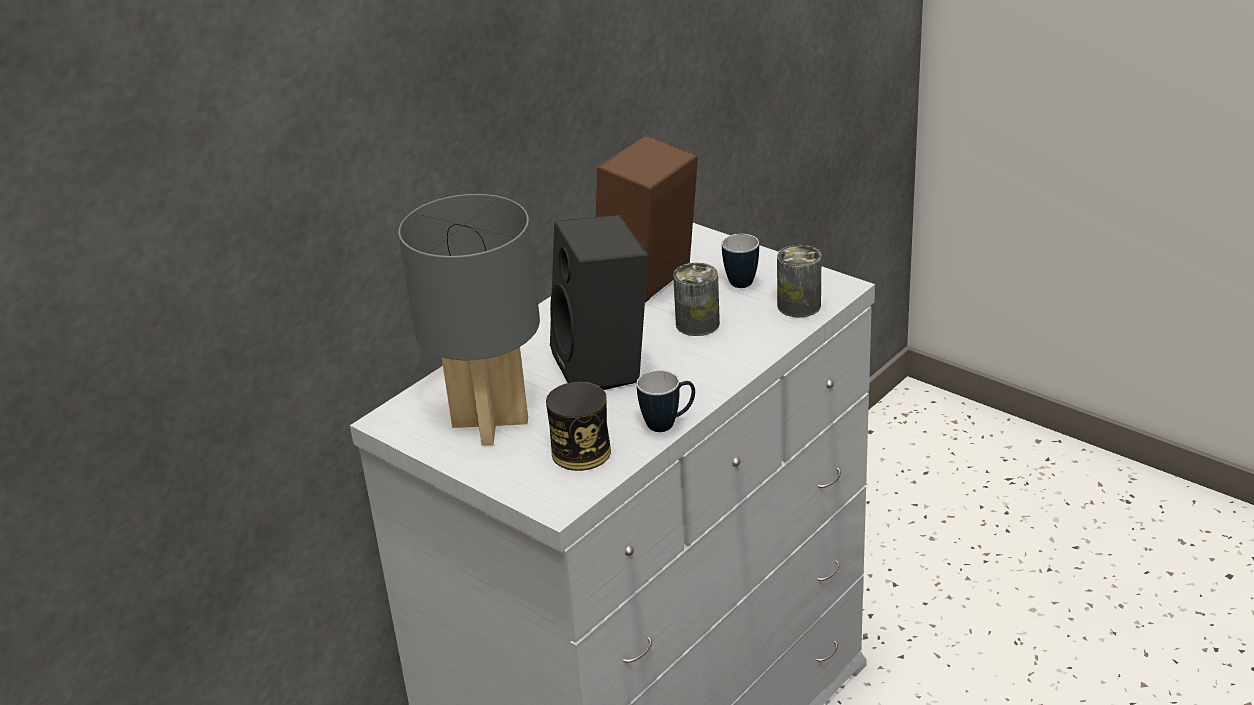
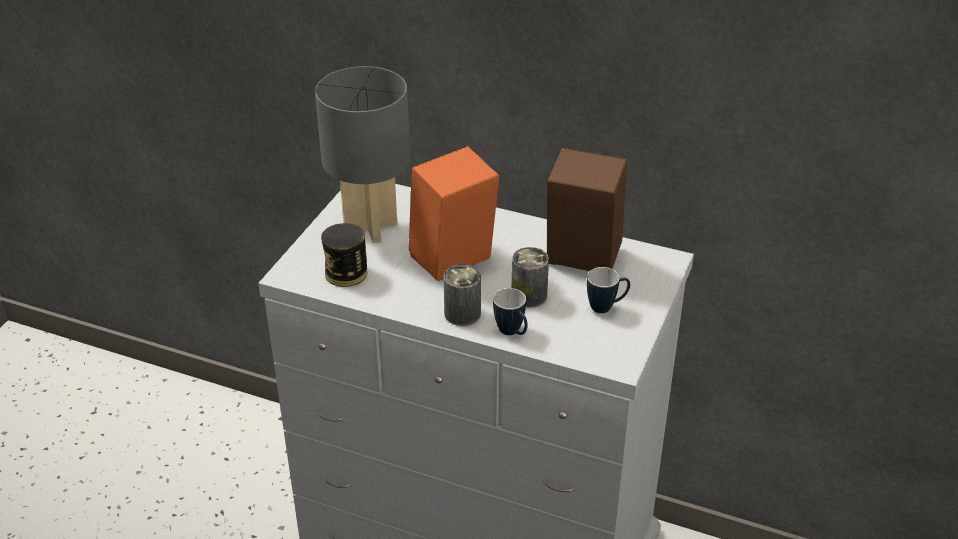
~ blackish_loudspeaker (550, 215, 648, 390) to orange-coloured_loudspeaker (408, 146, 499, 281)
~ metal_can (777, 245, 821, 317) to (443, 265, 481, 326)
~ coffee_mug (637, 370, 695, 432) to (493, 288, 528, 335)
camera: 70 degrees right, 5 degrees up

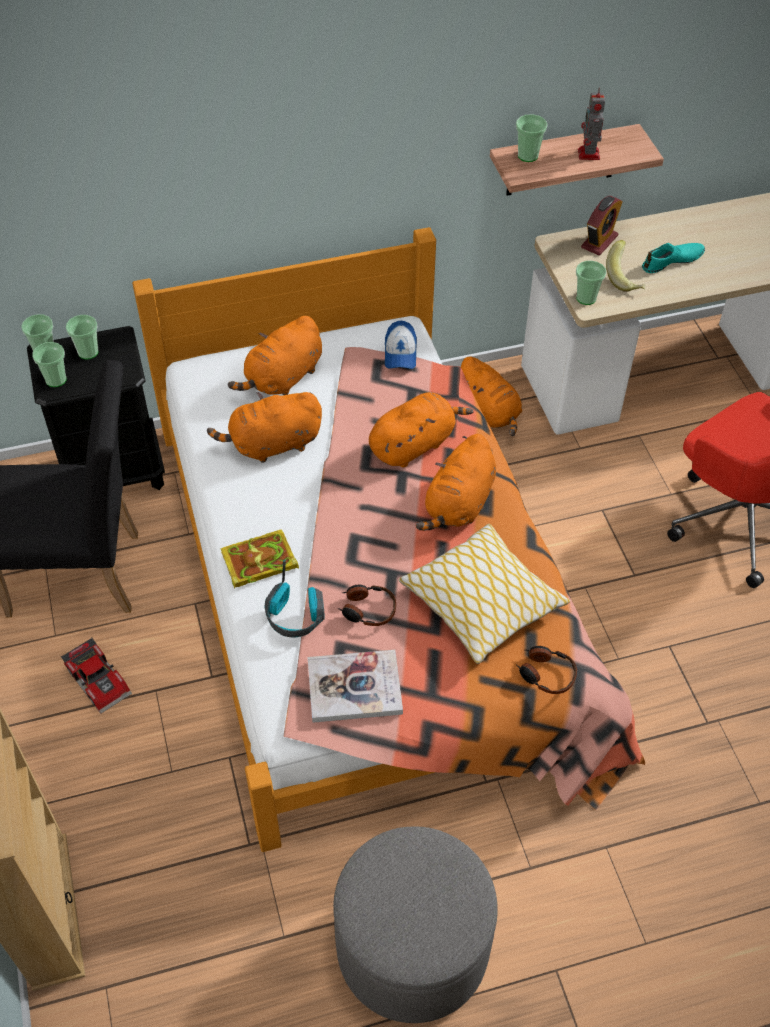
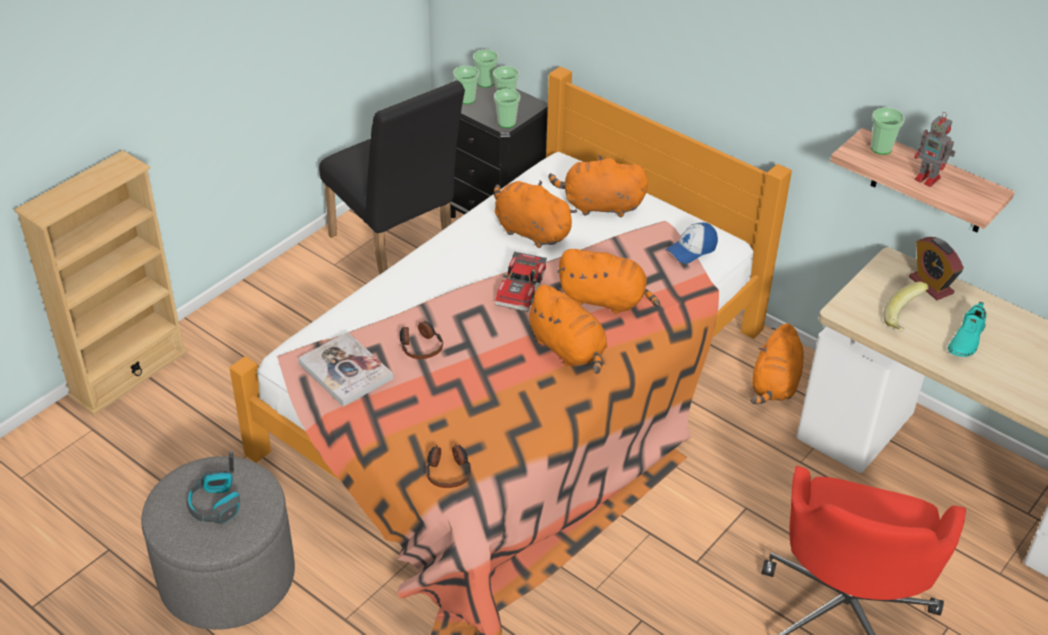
~ headset (265, 560, 325, 638) to (187, 451, 240, 524)
~ small_cup (576, 261, 606, 305) to (494, 89, 520, 128)
~ toy_car (61, 637, 132, 714) to (494, 251, 547, 312)
~ orange-coloured_cuddly_toy (416, 434, 496, 531) = (525, 285, 607, 374) 120 degrees counterclockwise
~ table_clock (581, 196, 622, 256) = (909, 237, 964, 300) 60 degrees clockwise
~ model_robot (578, 88, 605, 160) = (914, 112, 955, 187) 105 degrees counterclockwise
~ turquoise-coloured_low_shoe (642, 243, 705, 273) = (948, 302, 986, 357) 90 degrees clockwise
- book (221, 529, 299, 588)
- throw_pillow (399, 524, 570, 664)
camera: 55 degrees right, 10 degrees down

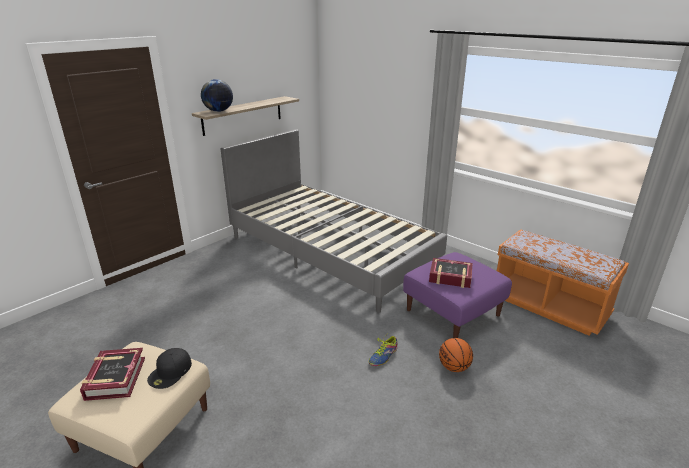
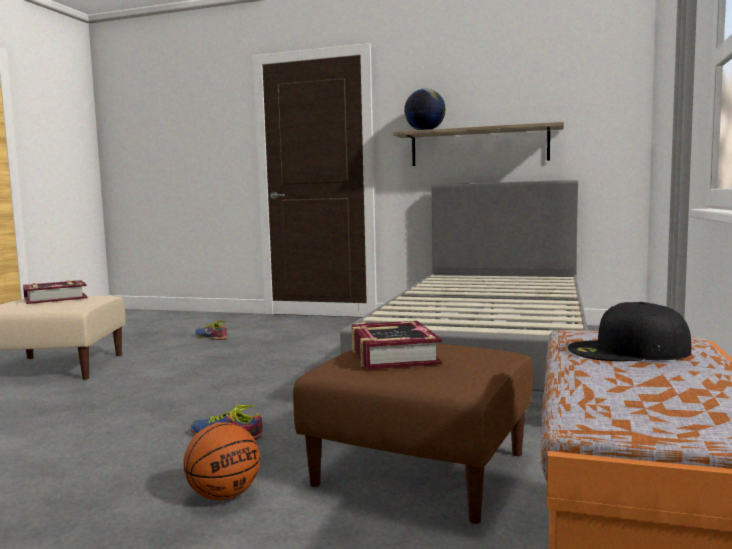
+ low_shoe (195, 321, 227, 340)
~ purple-coloured_ottoman (403, 252, 512, 338) to brownish_ottoman (293, 344, 533, 524)
~ blackish_cap (147, 348, 192, 389) to (568, 302, 691, 361)
camera: 65 degrees right, 20 degrees down

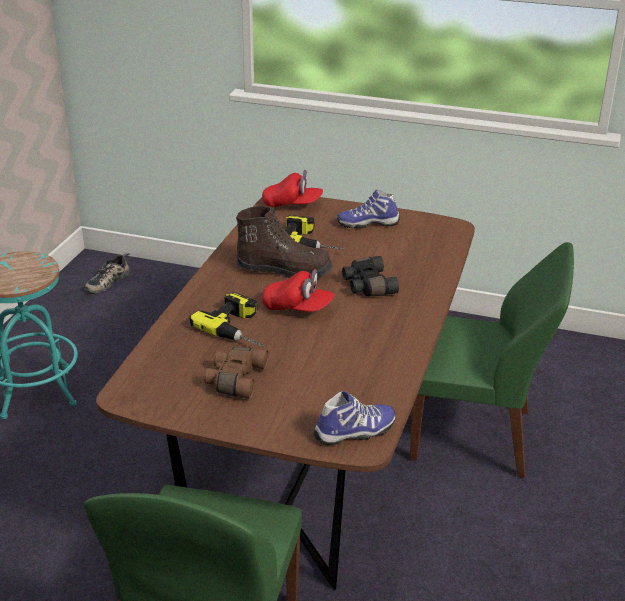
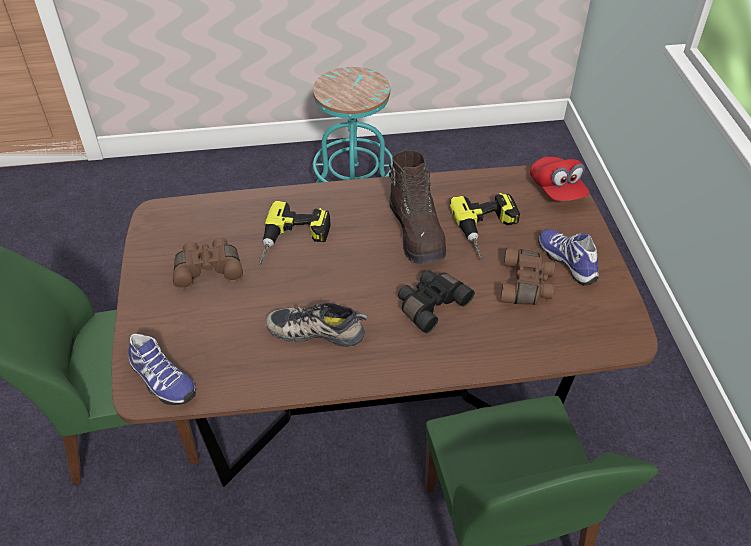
~ low_shoe (85, 253, 131, 294) to (265, 303, 368, 347)
+ brownish_field_glasses (500, 247, 555, 305)
- reddish_cap (262, 269, 334, 312)
camera: 65 degrees right, 15 degrees up

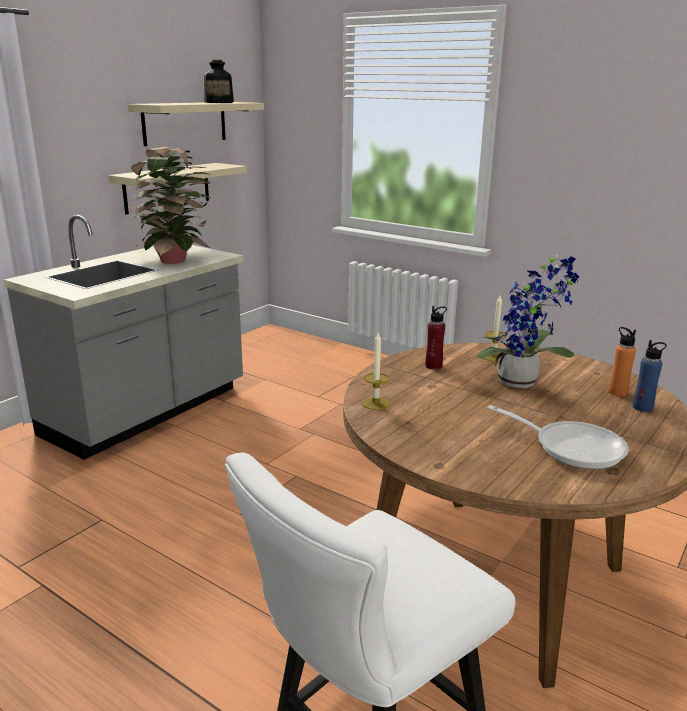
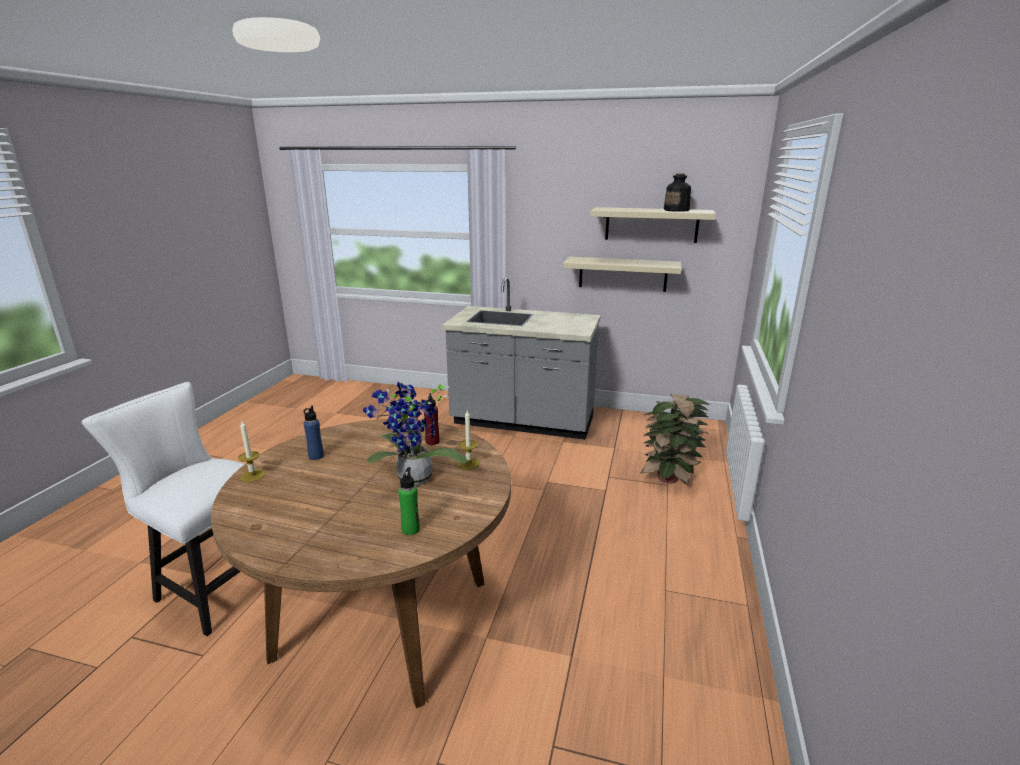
~ wax_candle (362, 331, 390, 410) to (238, 421, 265, 482)
~ blue-coloured_bottle (633, 340, 667, 412) to (303, 406, 324, 460)
~ orange-coloured_bottle (609, 327, 636, 397) to green_bottle (398, 467, 420, 535)
~ houseplant (131, 147, 212, 264) to (641, 394, 710, 485)
- frying_pan (488, 405, 629, 469)
camera: 70 degrees right, 0 degrees up

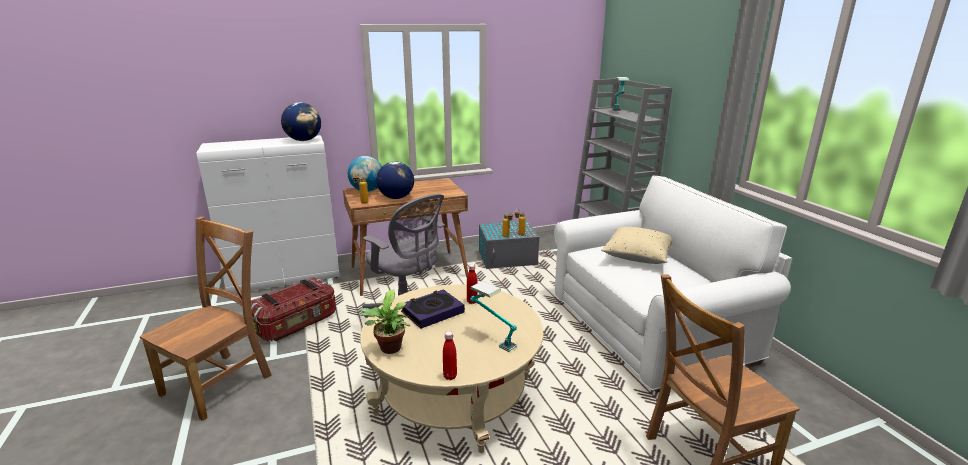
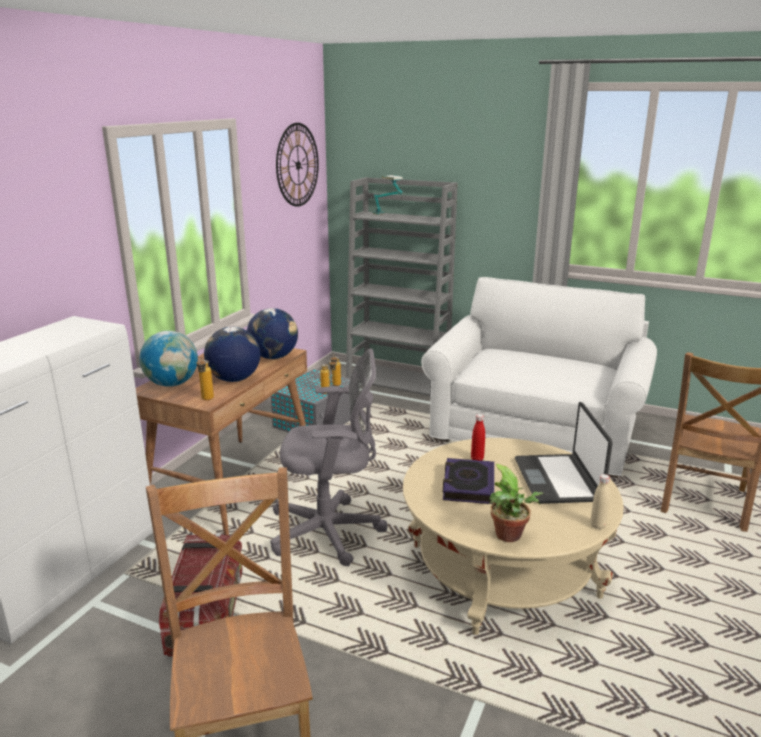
~ globe (281, 102, 321, 141) to (247, 308, 298, 359)
+ hanging_clock (276, 123, 319, 207)
~ lamp_for_a_table (470, 281, 517, 352) to portable_computer (515, 402, 613, 504)
~ reddish_bottle (443, 331, 457, 380) to sand-coloured_bottle (590, 474, 610, 529)
- sand-coloured_throw_pillow (601, 227, 672, 264)
camera: 45 degrees left, 0 degrees up

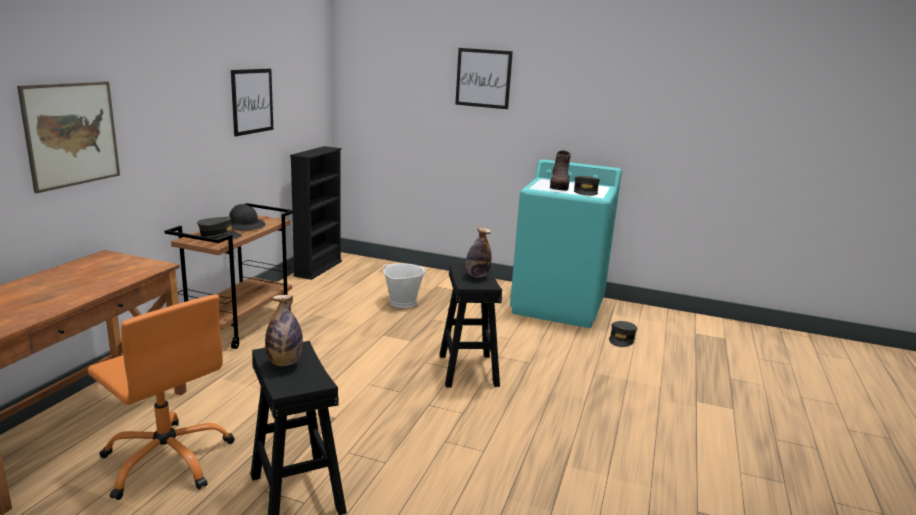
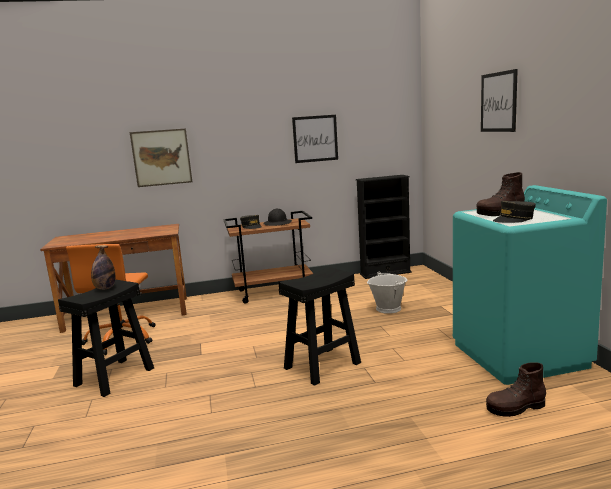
~ greyish_cap (609, 321, 637, 347) to brownish_boot (486, 362, 546, 417)
- bottle (466, 227, 492, 278)
camera: 60 degrees right, 5 degrees down

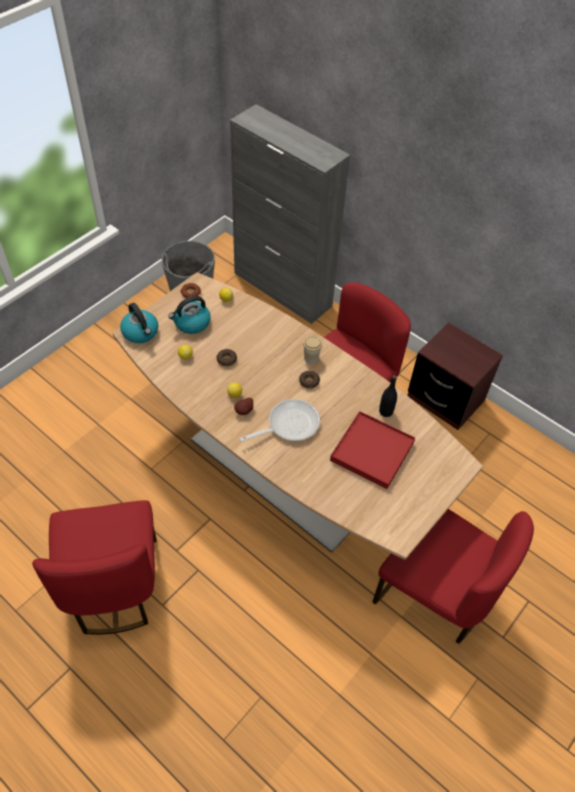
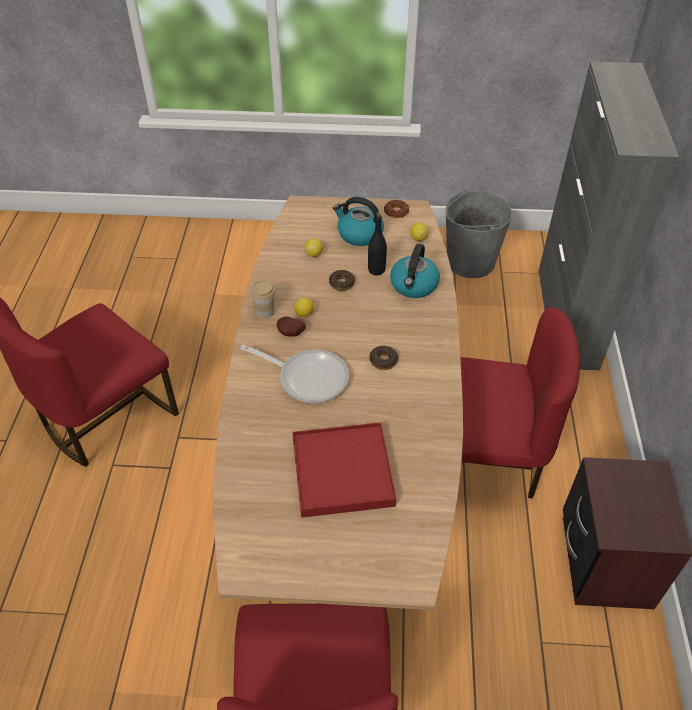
~ small_cup (303, 336, 322, 364) to (250, 280, 276, 318)
~ blackish_bottle (379, 375, 397, 417) to (368, 214, 387, 275)
~ water_kettle (120, 303, 158, 343) to (390, 244, 440, 298)
camera: 55 degrees right, 5 degrees down

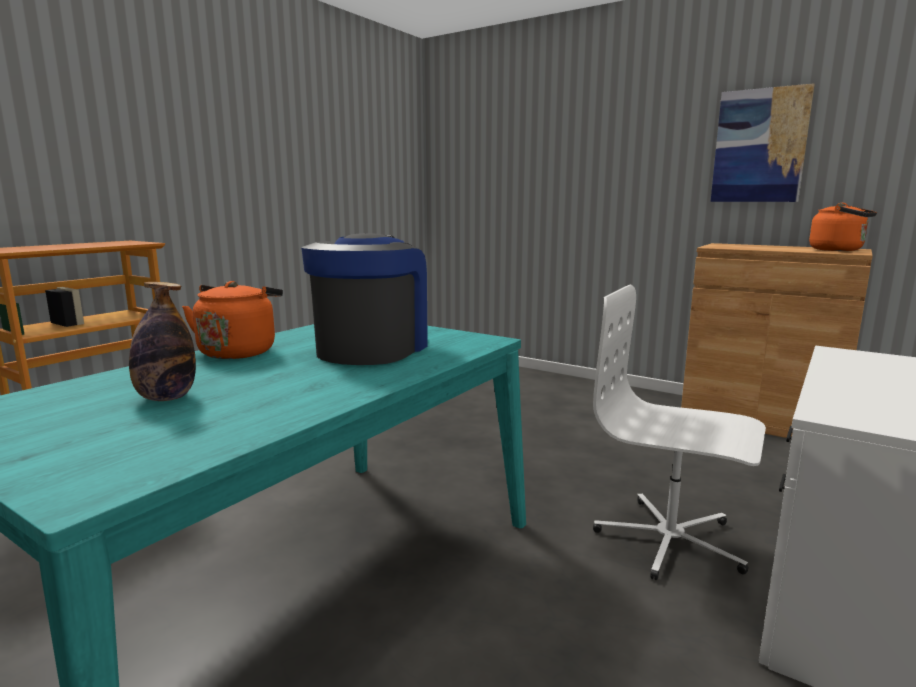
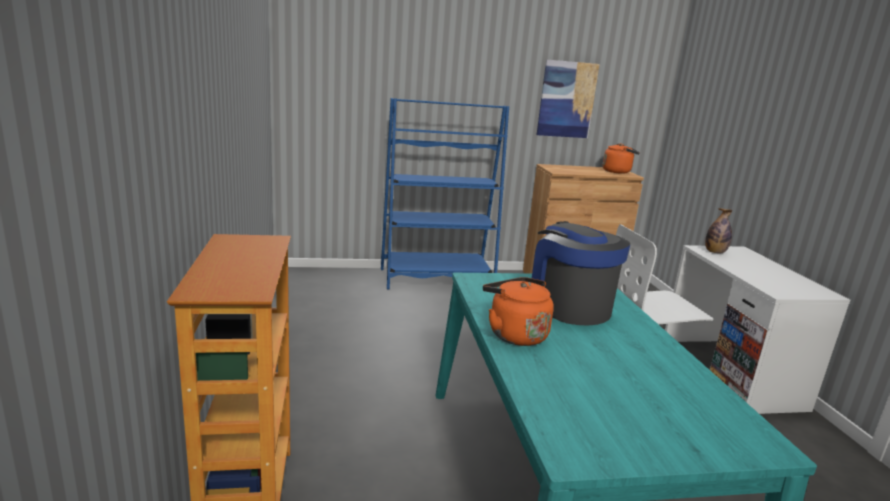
+ blue-coloured_shelving_unit (381, 98, 509, 290)
~ bottle (129, 282, 196, 401) to (705, 208, 732, 254)
camera: 45 degrees left, 5 degrees up

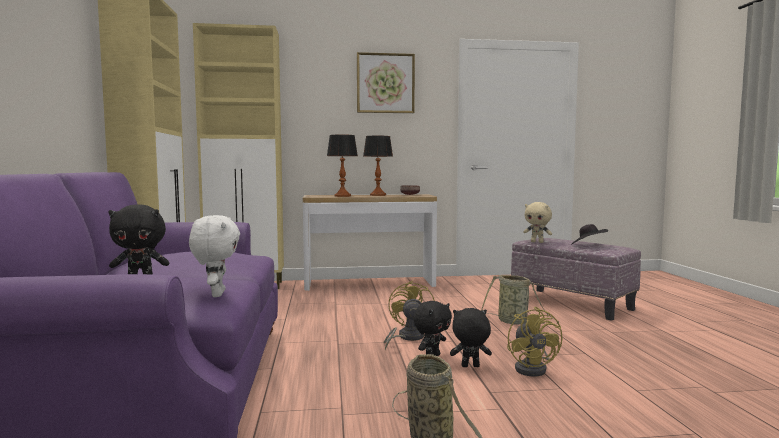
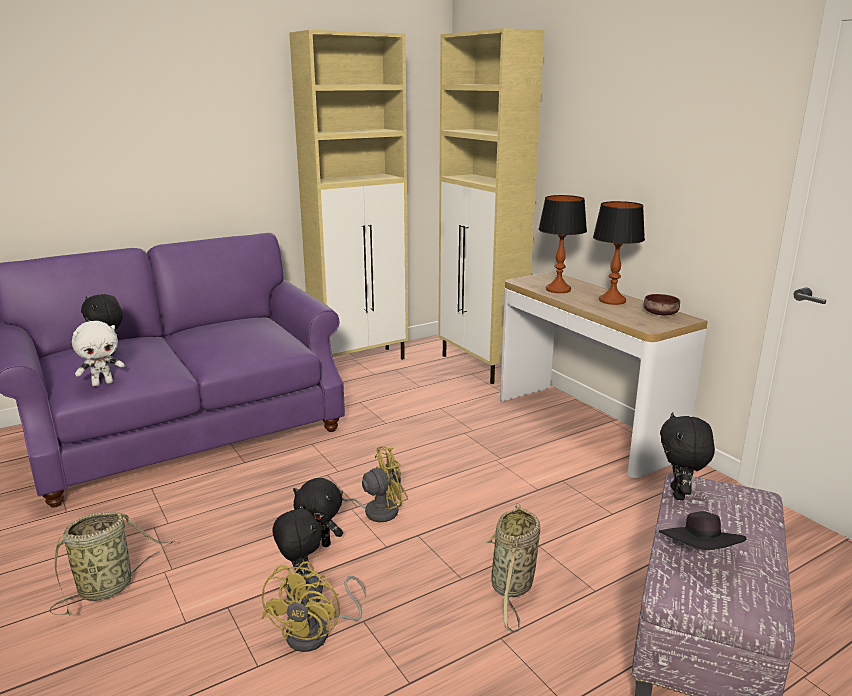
~ yellow_cooling_fan (507, 307, 563, 377) = (261, 561, 366, 652) 45 degrees counterclockwise
~ sand-coloured_cuddly_toy (523, 202, 552, 243) to blackish_cuddly_toy (660, 412, 715, 500)
- picture (357, 52, 415, 113)
camera: 65 degrees right, 15 degrees up

